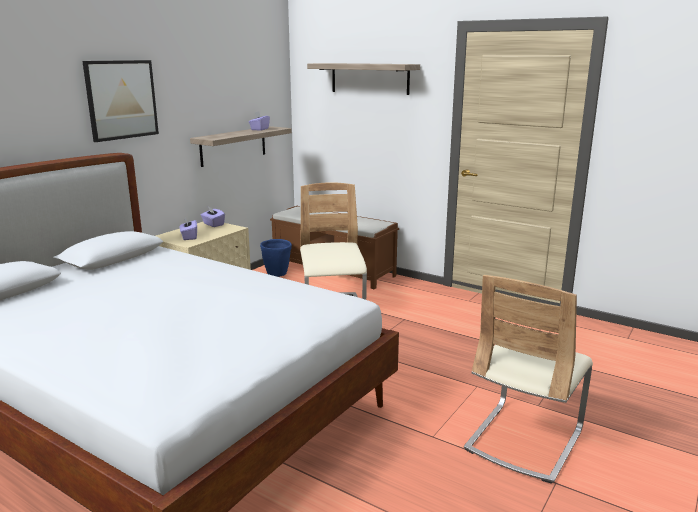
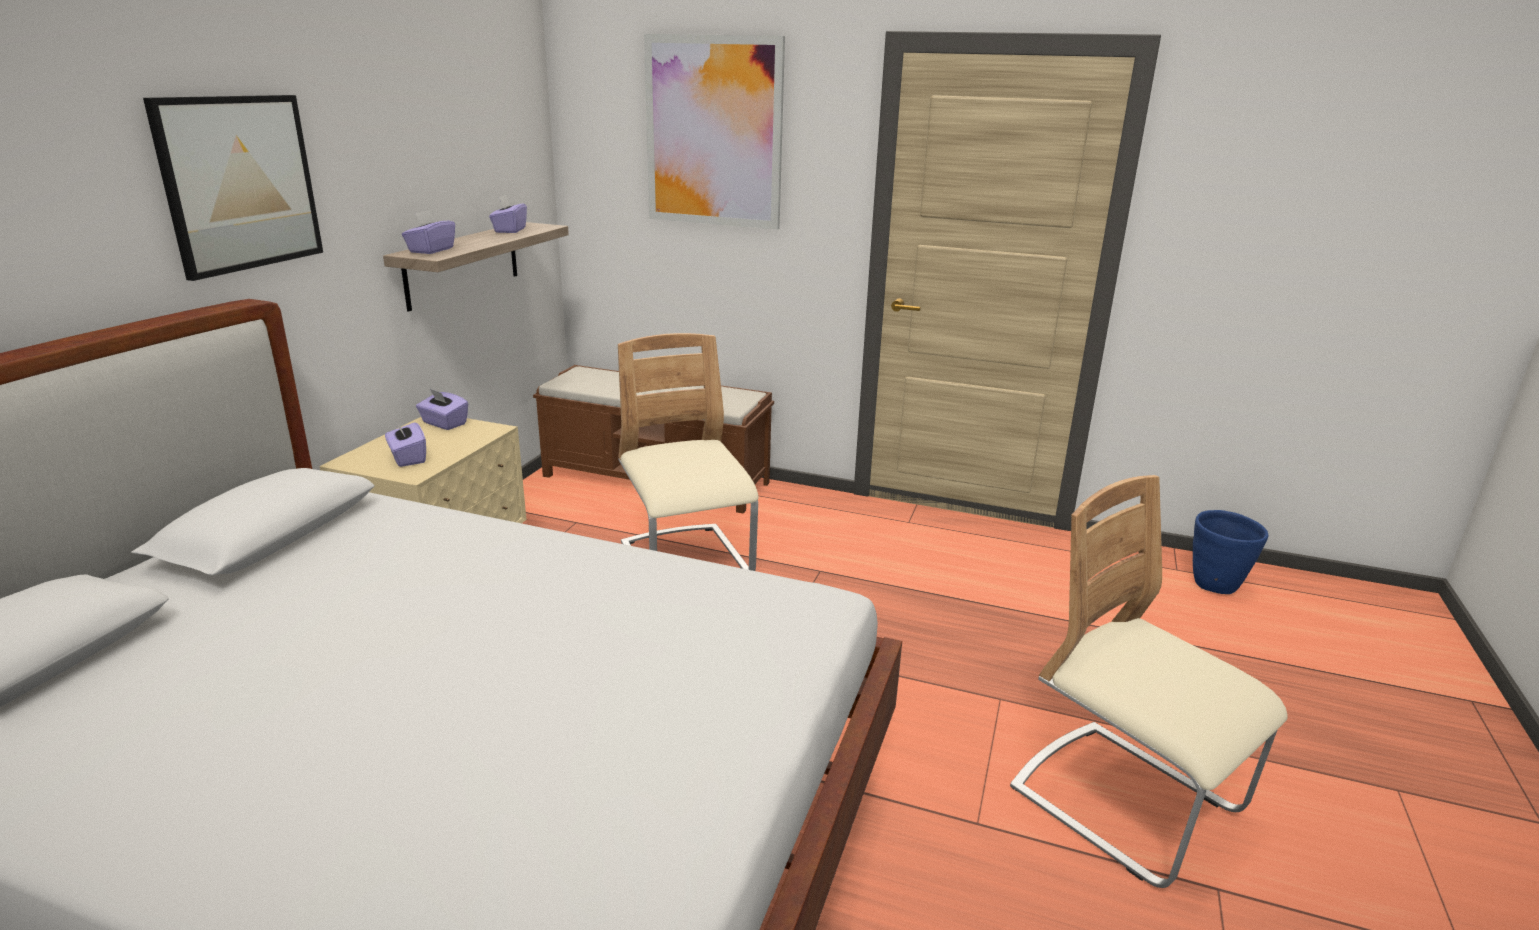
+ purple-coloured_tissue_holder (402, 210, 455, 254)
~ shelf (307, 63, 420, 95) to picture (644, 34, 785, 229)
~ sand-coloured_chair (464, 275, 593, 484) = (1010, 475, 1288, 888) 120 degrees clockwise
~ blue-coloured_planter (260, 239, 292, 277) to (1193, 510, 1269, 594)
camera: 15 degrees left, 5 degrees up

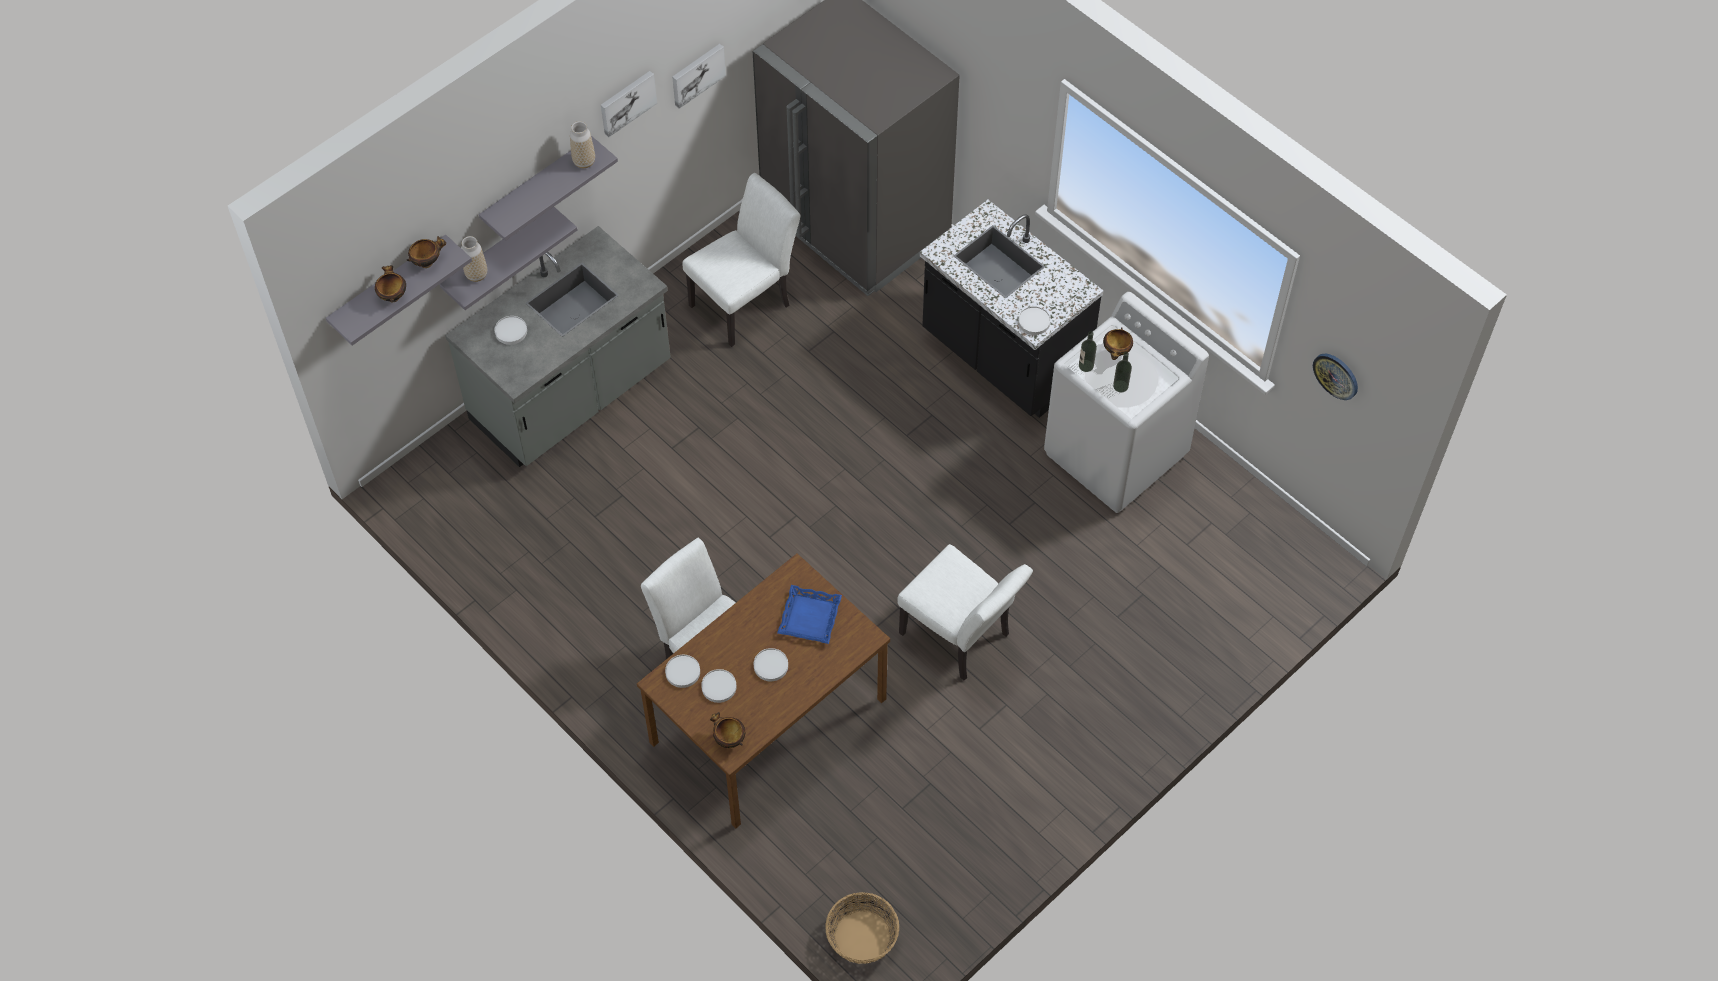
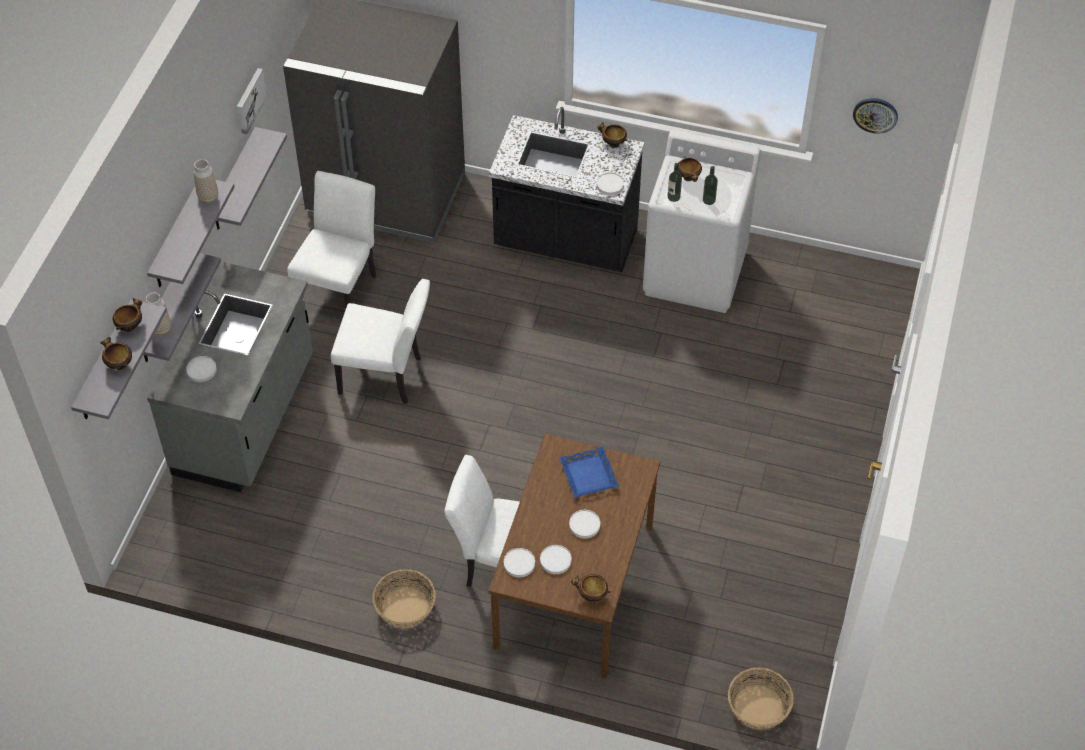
+ greyish_shelf (216, 127, 287, 230)
~ white-coloured_chair (897, 544, 1033, 681) to (331, 279, 430, 404)
+ household_basket (372, 569, 436, 628)
+ bowl (597, 122, 628, 148)
- picture (601, 71, 657, 137)
camera: 30 degrees left, 5 degrees down

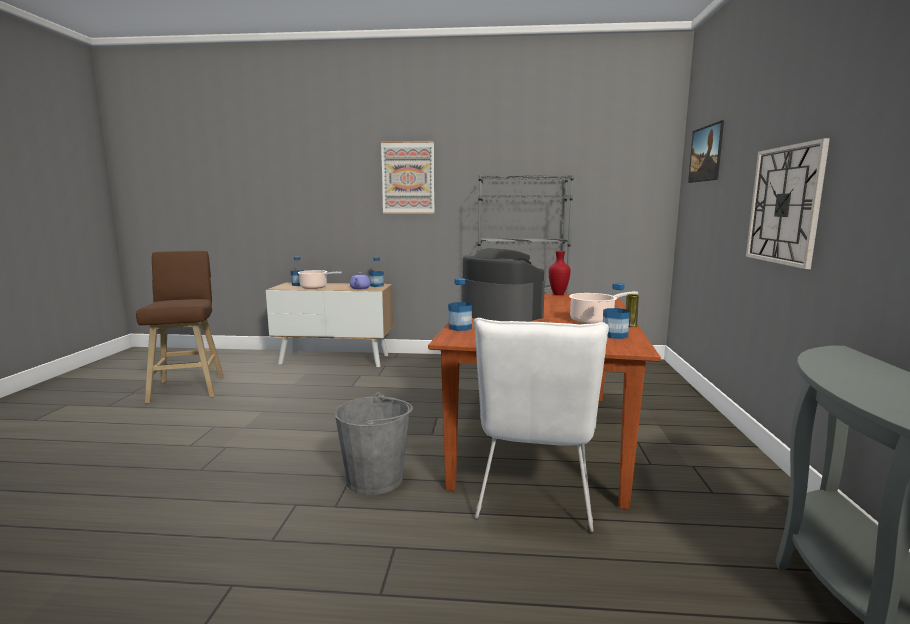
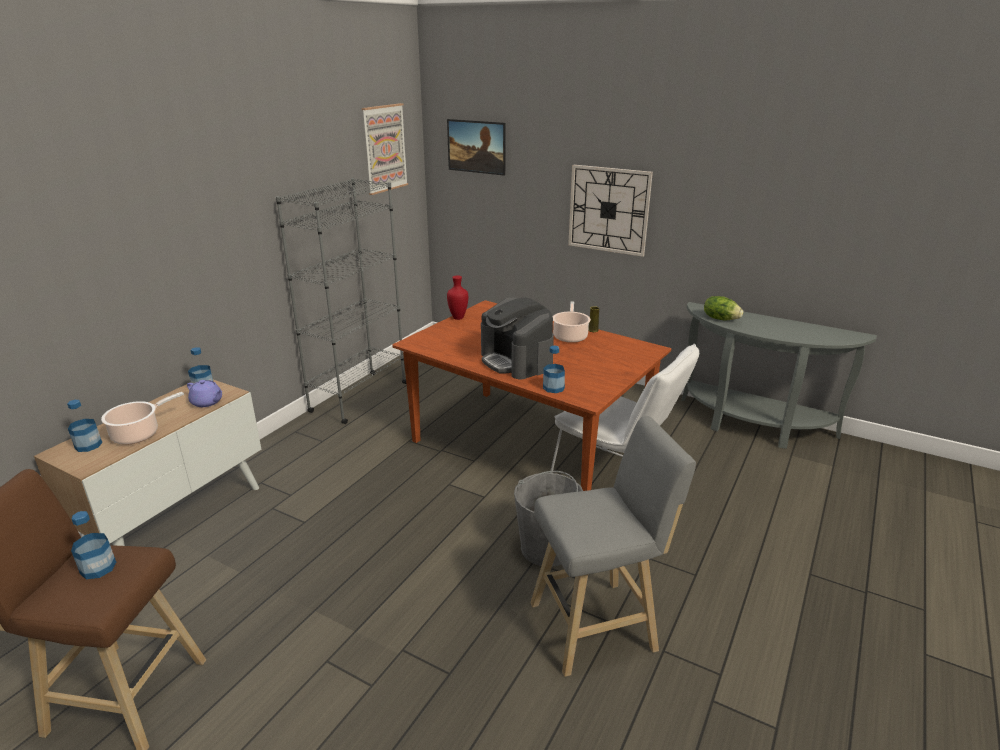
~ bottle (603, 283, 630, 339) to (71, 511, 116, 579)
~ picture (381, 141, 434, 214) to (362, 103, 408, 195)
~ coffee_brewer (461, 248, 545, 322) = (481, 297, 554, 379) 105 degrees counterclockwise
+ greyish_stool (530, 416, 696, 677)
+ head_of_lettuce (704, 296, 743, 320)
camera: 65 degrees left, 15 degrees up

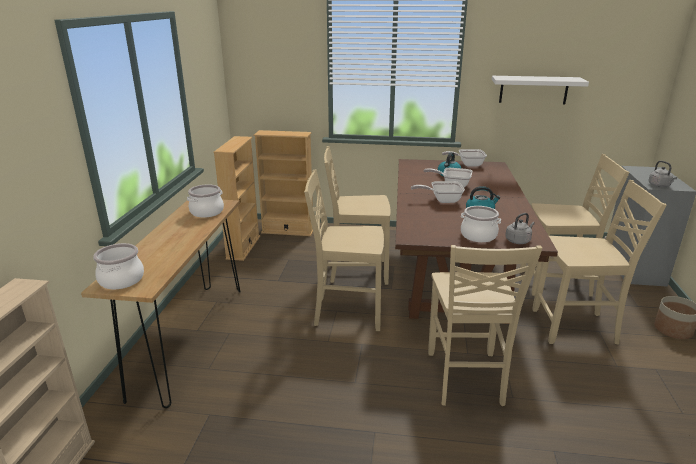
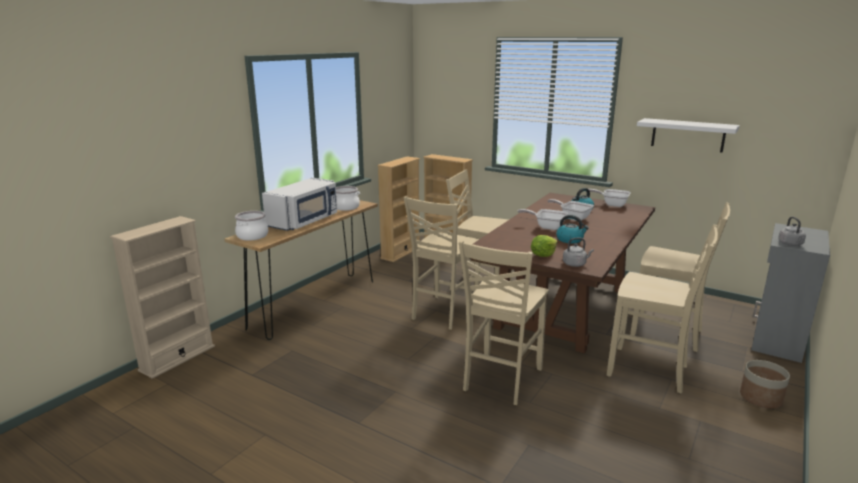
+ white-coloured_kitchen_microwave (262, 178, 337, 231)
~ sand-coloured_chair (304, 170, 384, 331) = (404, 196, 481, 330) 90 degrees counterclockwise
~ saucepot (461, 206, 501, 242) to head_of_lettuce (531, 235, 558, 257)
camera: 25 degrees right, 5 degrees down

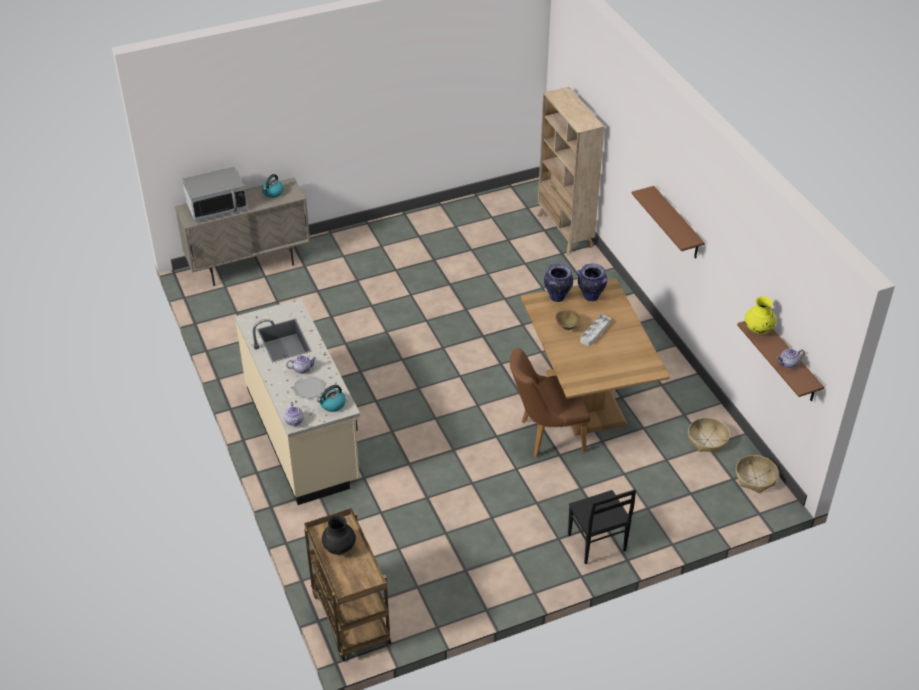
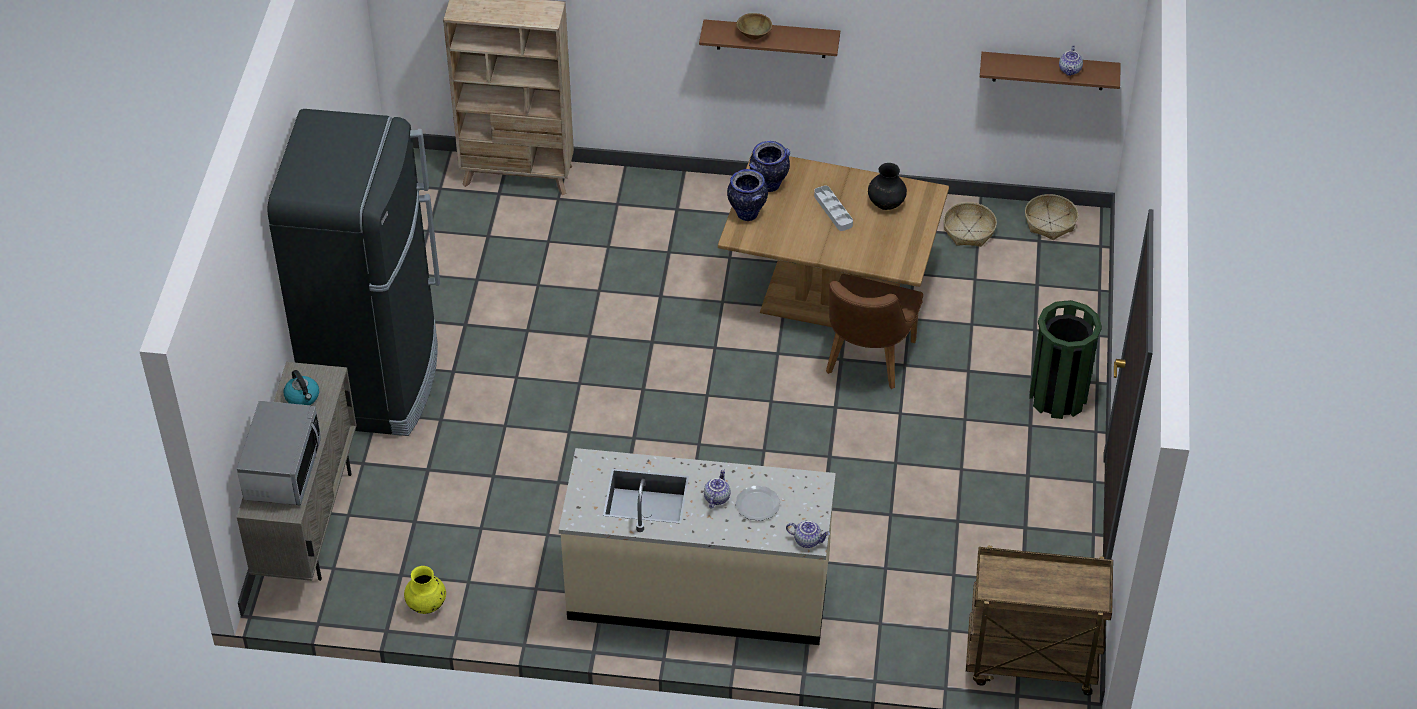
+ blackish_fridge (268, 109, 440, 436)
~ yellow_vase (745, 296, 776, 334) to (404, 566, 446, 614)
~ brownish_bowl (555, 310, 581, 330) to (737, 13, 772, 40)
~ blackish_vase (322, 515, 356, 555) to (868, 163, 907, 210)
~ blackish_chair (568, 489, 636, 564) to green_rubbish_bin (1029, 300, 1102, 419)
- water_kettle (317, 385, 346, 412)
camera: 60 degrees left, 5 degrees up

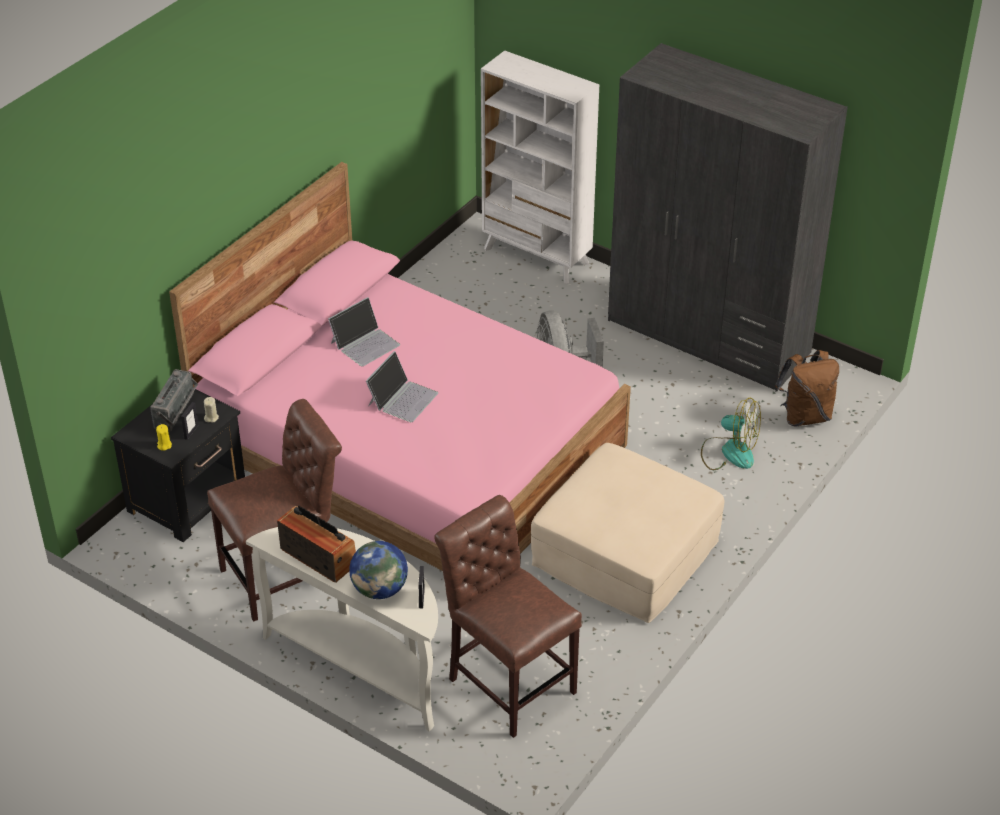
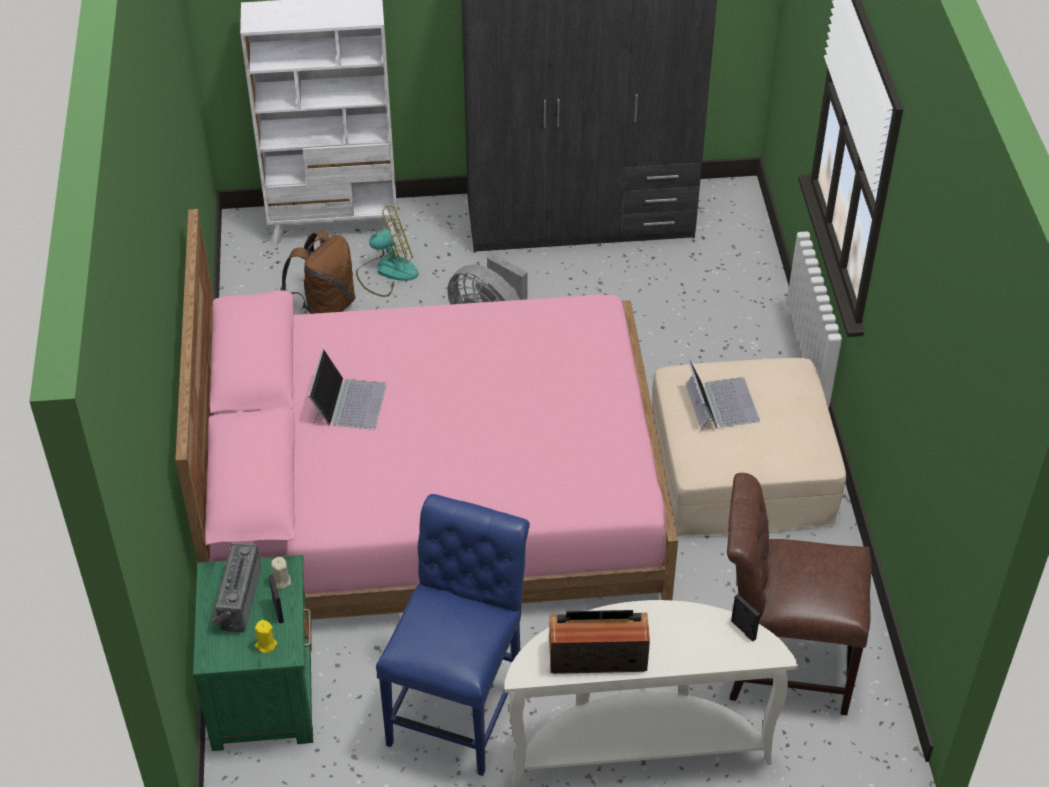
~ blackish_bedside_table (111, 389, 245, 542) to green_bedside_table (193, 555, 313, 751)
~ radio (150, 369, 198, 432) = (211, 543, 261, 632) 150 degrees counterclockwise
~ brownish_backpack (775, 350, 839, 427) to (280, 230, 355, 314)
~ cooling_fan (701, 397, 761, 470) to (356, 206, 419, 297)
~ brownish_chair (207, 399, 342, 622) to blue-coloured_chair (376, 494, 530, 776)
~ portable_computer (366, 351, 438, 422) to (686, 357, 760, 430)
- globe (349, 541, 408, 599)
camera: 40 degrees left, 5 degrees up

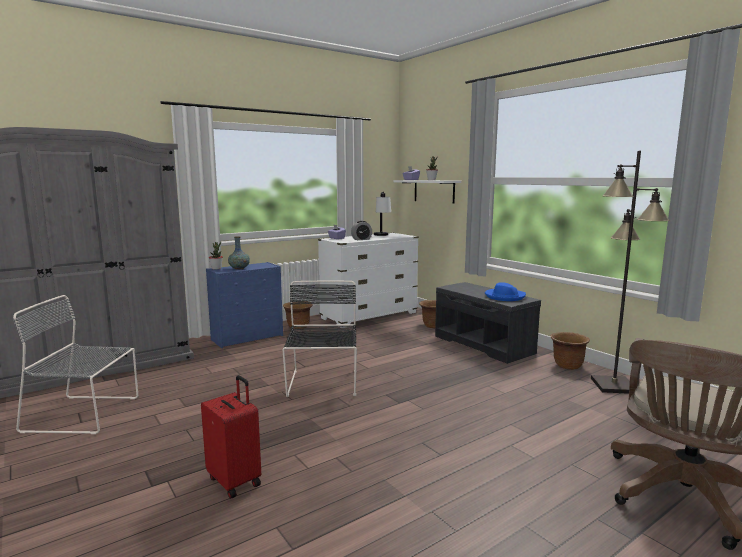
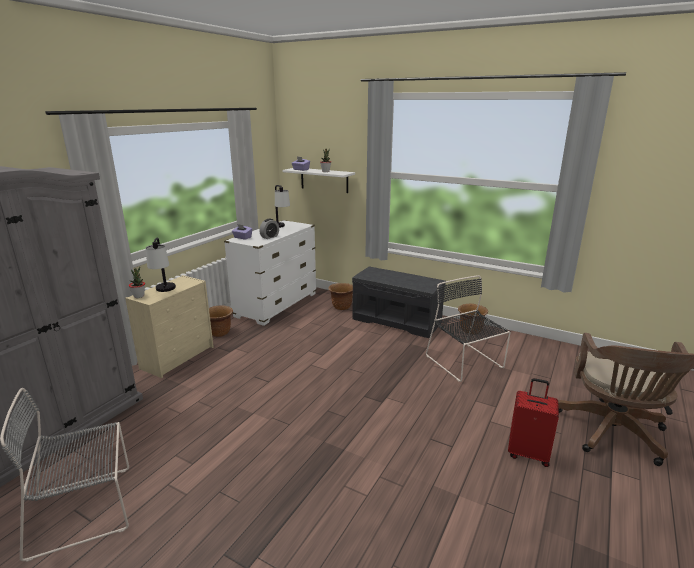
~ blue-coloured_dresser (206, 262, 283, 348) to sand-coloured_dresser (125, 275, 214, 378)
~ vase (228, 236, 250, 269) to lamp_for_a_table (146, 237, 176, 292)
~ blackish_chair (283, 281, 357, 397) to (426, 275, 511, 382)
~ reddish_piece_of_luggage (201, 375, 261, 499) to (508, 378, 559, 467)
- blue-coloured_wearable_hat (485, 282, 526, 301)
- blackish_floor_lamp (591, 151, 670, 394)
camera: 25 degrees left, 10 degrees up

